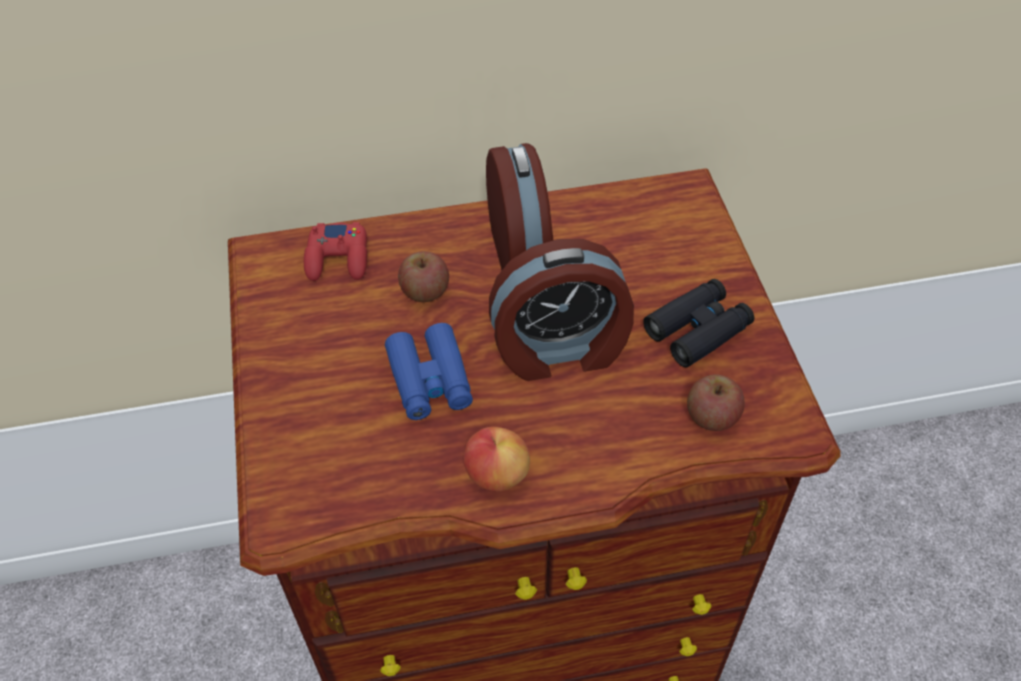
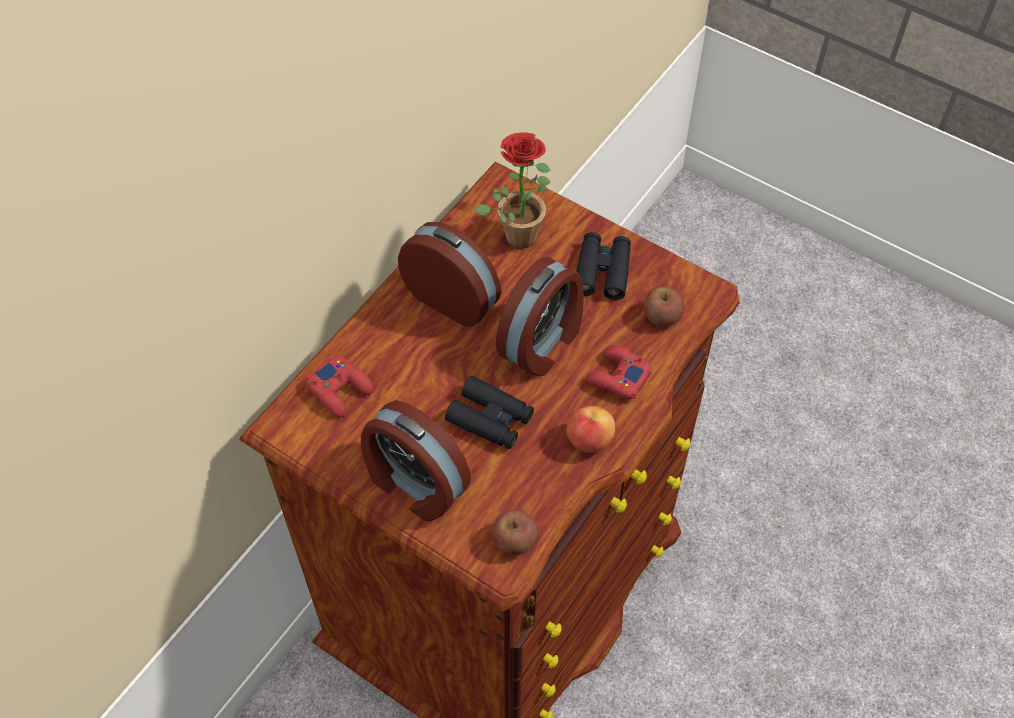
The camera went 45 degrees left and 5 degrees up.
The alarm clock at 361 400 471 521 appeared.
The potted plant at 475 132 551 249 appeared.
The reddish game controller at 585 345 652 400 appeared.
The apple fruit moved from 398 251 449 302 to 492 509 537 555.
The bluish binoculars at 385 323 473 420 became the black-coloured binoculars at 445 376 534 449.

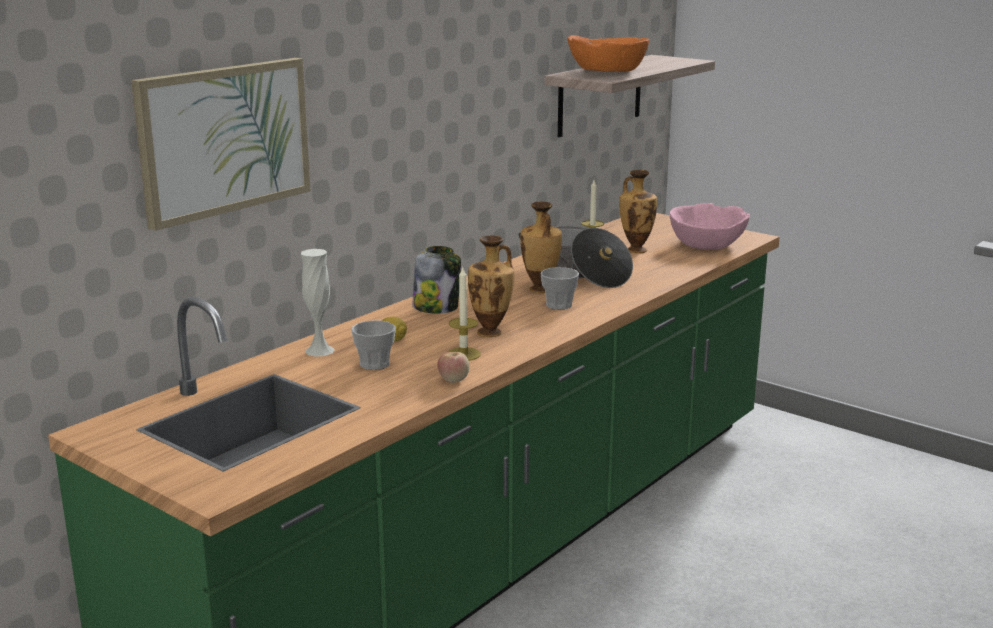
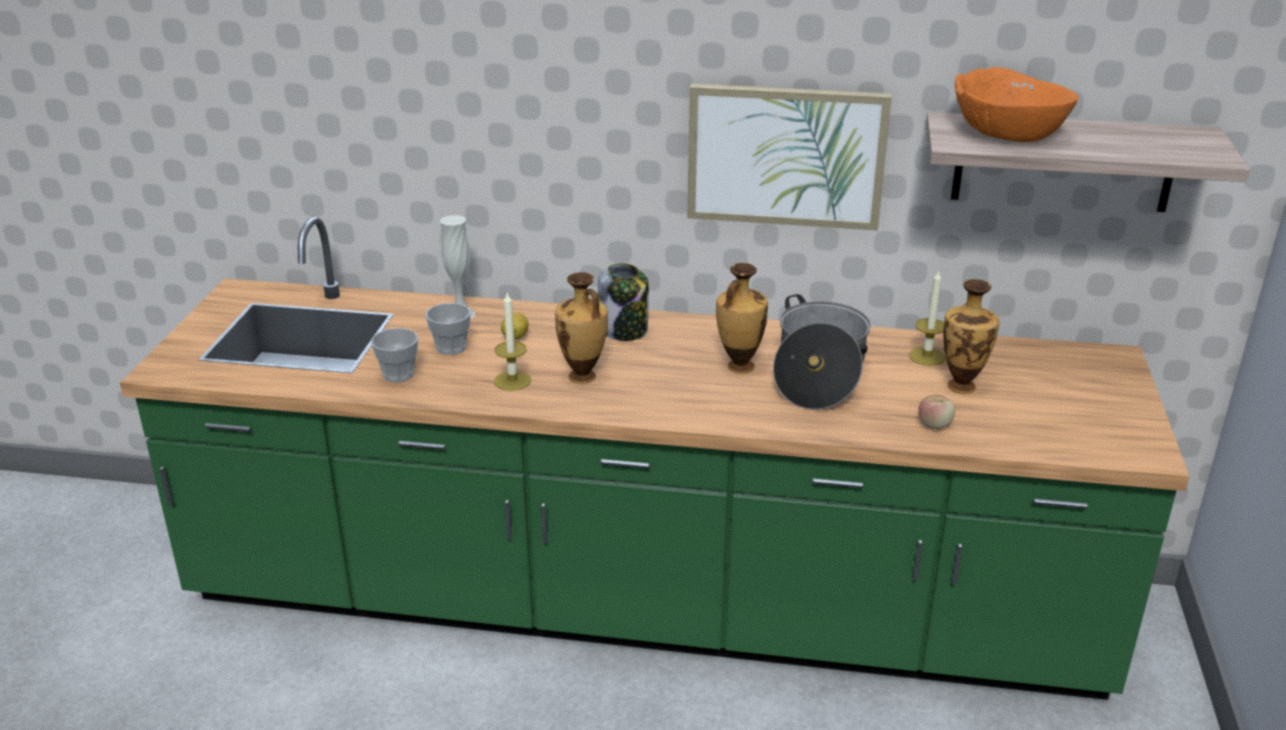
The camera went 60 degrees right and 10 degrees up.
The pink-coloured serving bowl at 670 203 750 250 disappeared.
The picture moved from 131 58 311 231 to 687 84 892 230.
The apple fruit moved from 437 352 470 383 to 918 395 955 429.
The cup moved from 541 267 579 310 to 371 328 418 382.

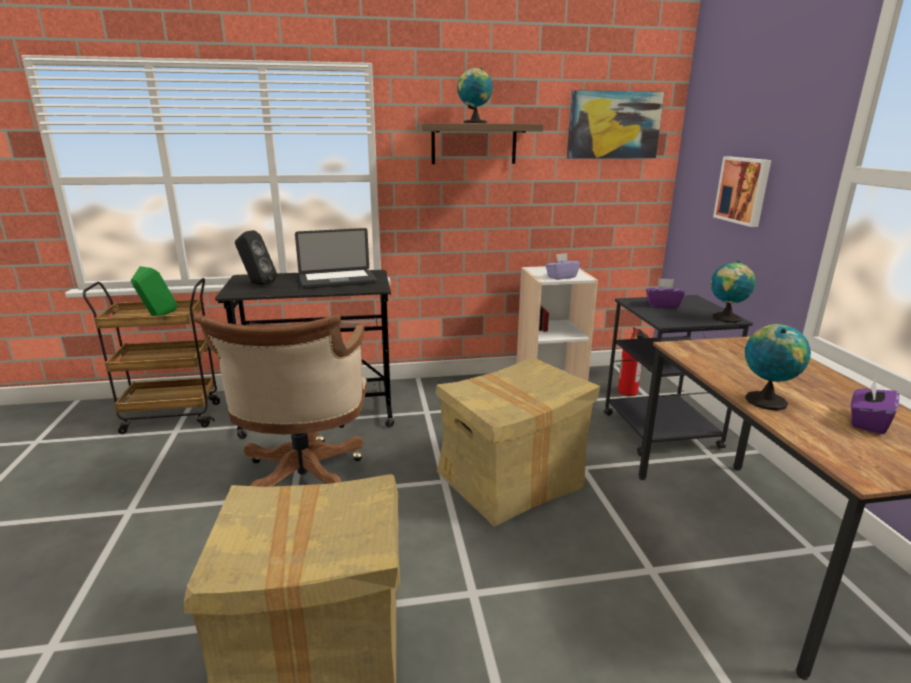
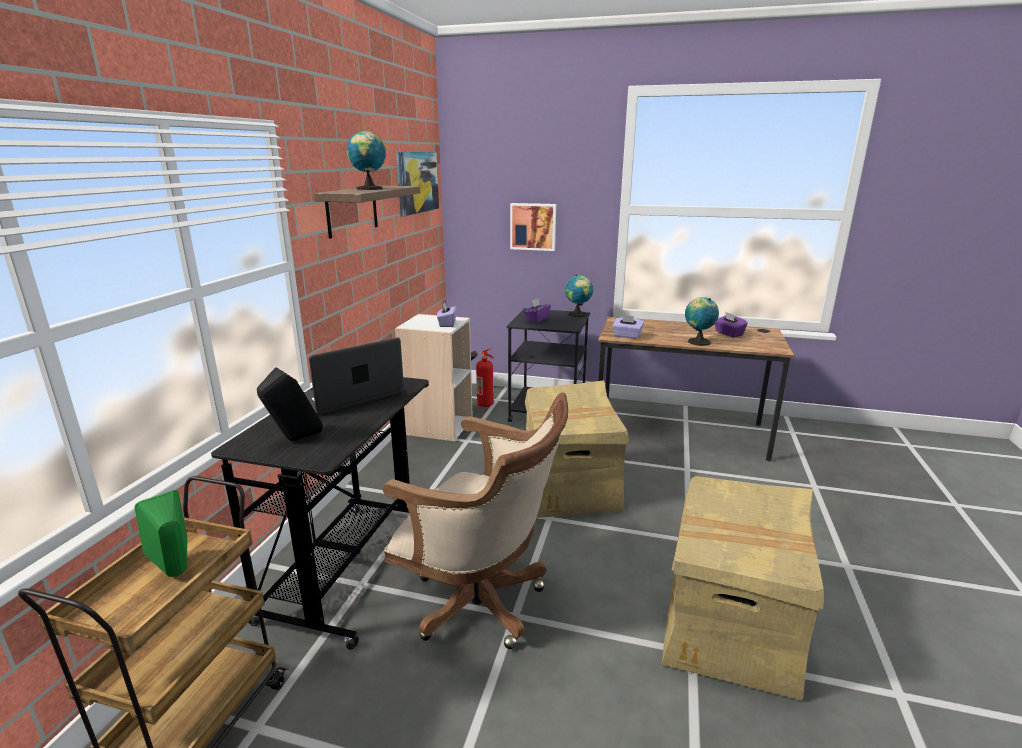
The camera went 65 degrees left and 0 degrees up.
The purple-coloured tissue holder at 612 315 644 339 appeared.
The portable computer at 295 228 377 289 turned 135 degrees counterclockwise.

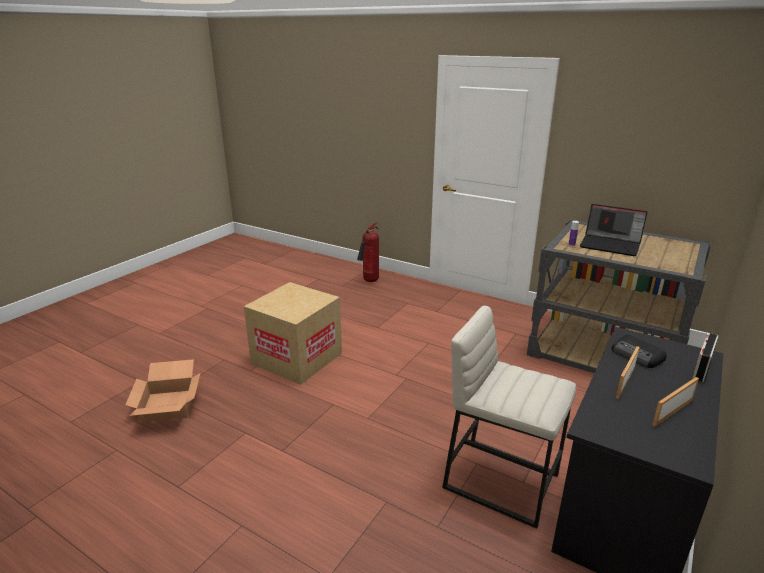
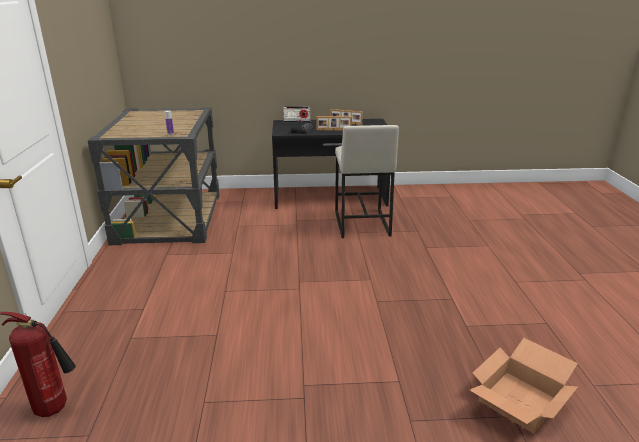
The camera went 125 degrees left and 0 degrees up.
The packing box at 244 282 342 385 disappeared.
The portable computer at 580 204 648 256 disappeared.

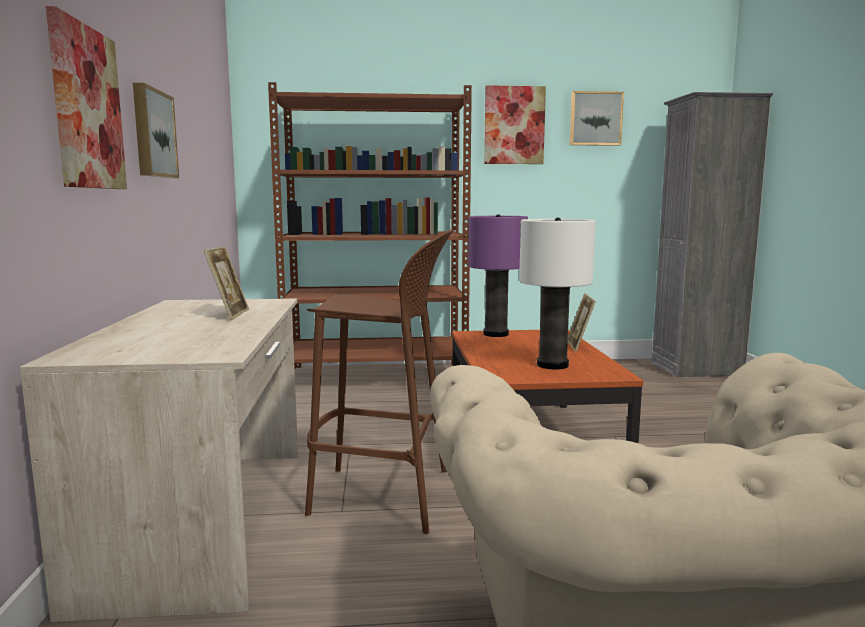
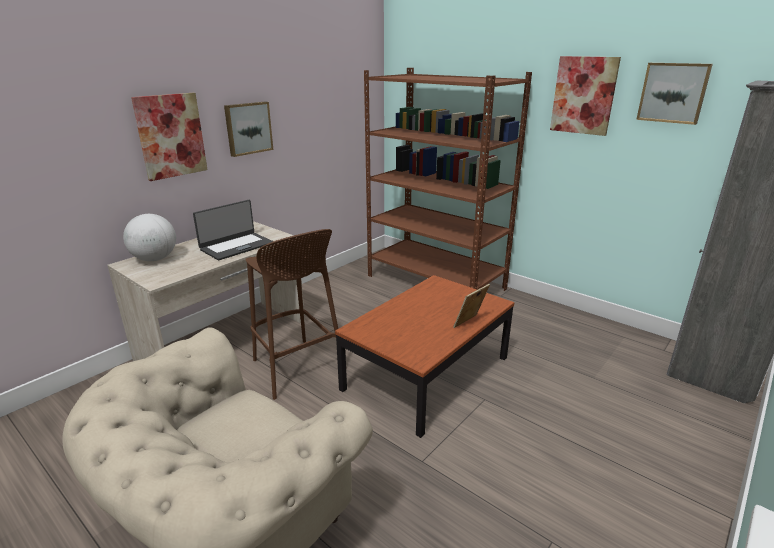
The camera went 45 degrees right and 15 degrees up.
The purple-coloured lamp for a table at 468 214 528 337 disappeared.
The white lamp for a table at 519 218 596 369 disappeared.
The globe at 123 214 176 261 appeared.
The picture frame at 204 246 249 320 was replaced by the portable computer at 193 200 273 260.

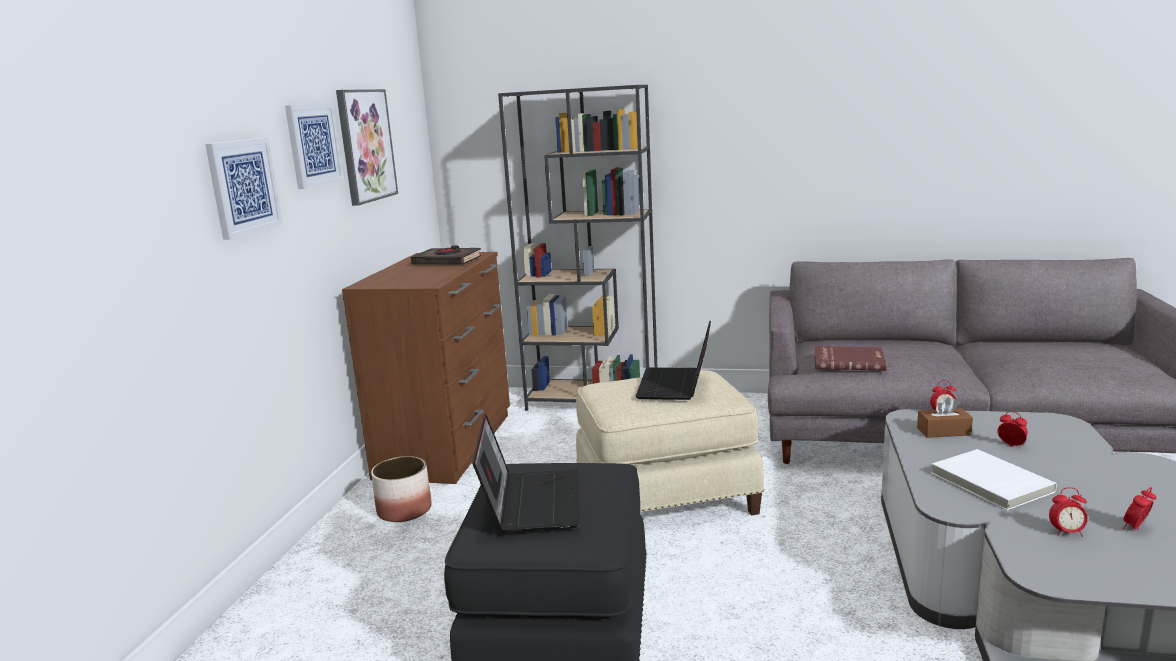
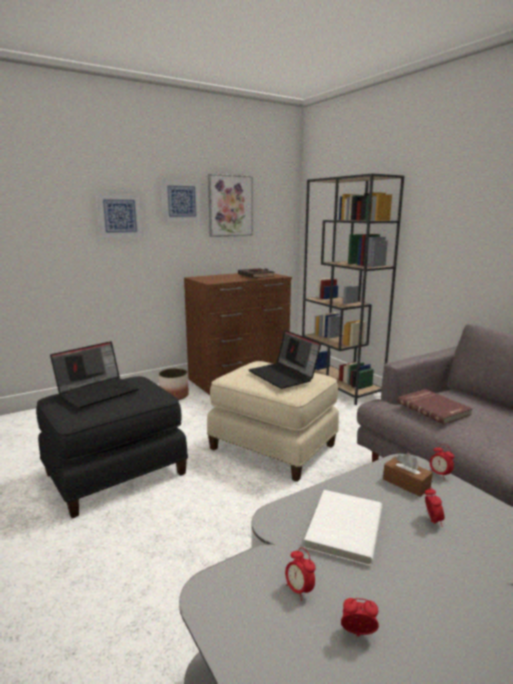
The camera went 45 degrees right and 0 degrees up.
The portable computer at 635 321 711 400 turned 90 degrees counterclockwise.

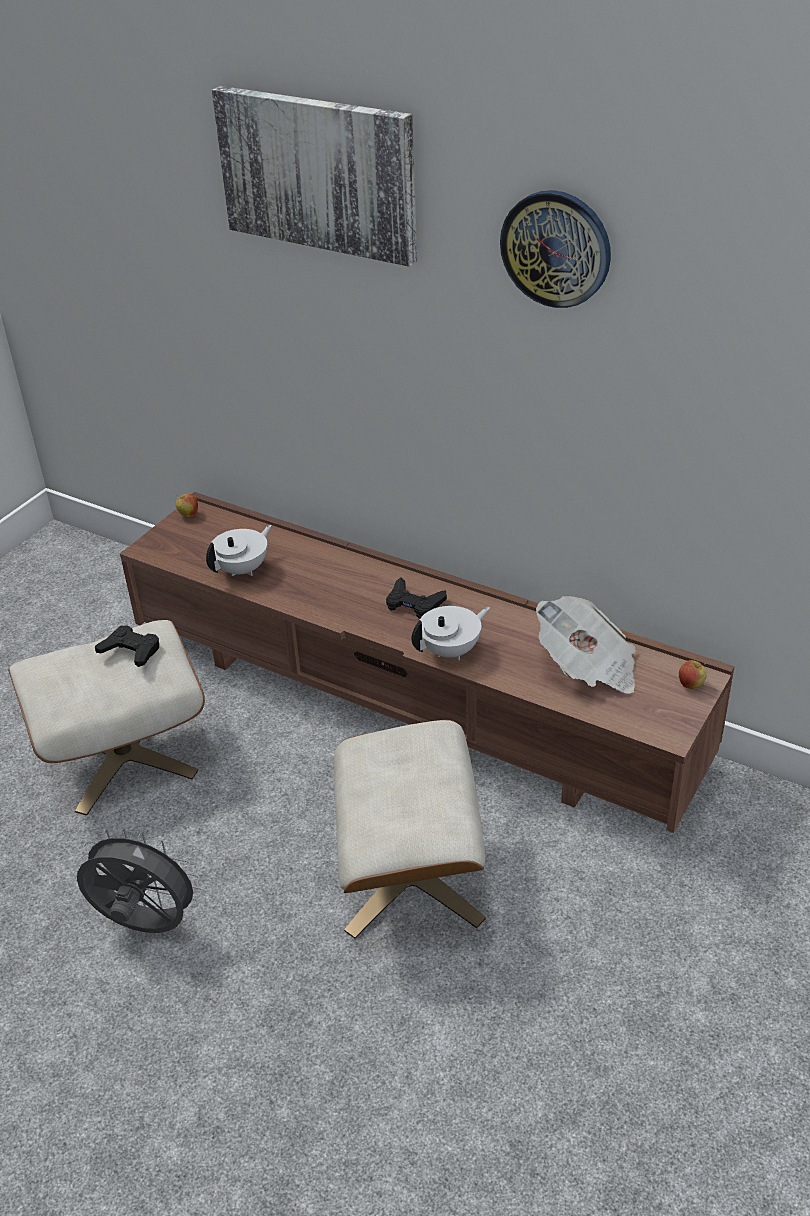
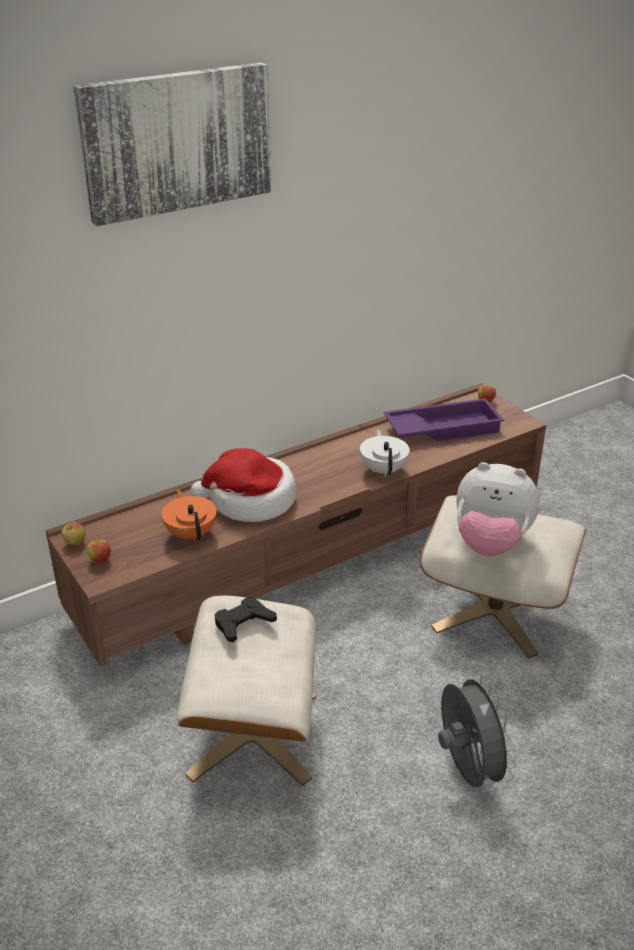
The camera went 65 degrees left and 5 degrees down.
The black-coloured game controller at 386 578 447 619 disappeared.
The hanging clock at 500 190 611 308 disappeared.
The apple fruit at 87 537 111 564 appeared.
The hat at 190 448 297 522 appeared.
The soft toy at 457 462 539 556 appeared.
The newspaper at 536 596 636 694 was replaced by the purple-coloured tray at 384 398 504 441.
The white teapot at 206 525 272 577 became the orangey teapot at 161 489 217 542.
The greyish electric fan at 77 828 203 933 turned 120 degrees clockwise.

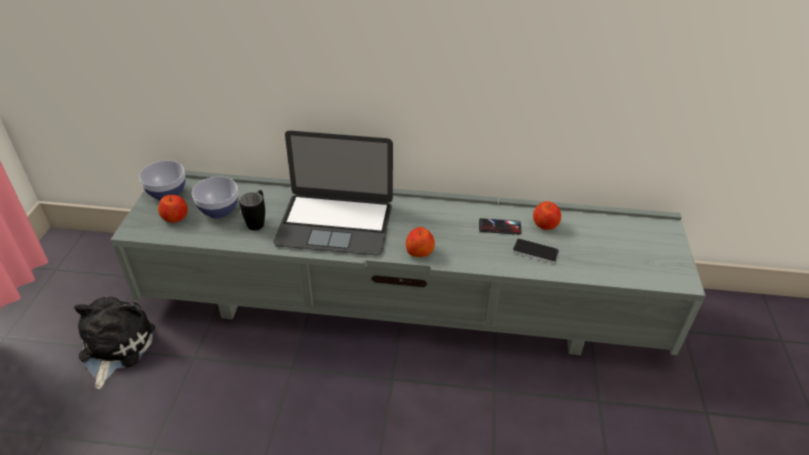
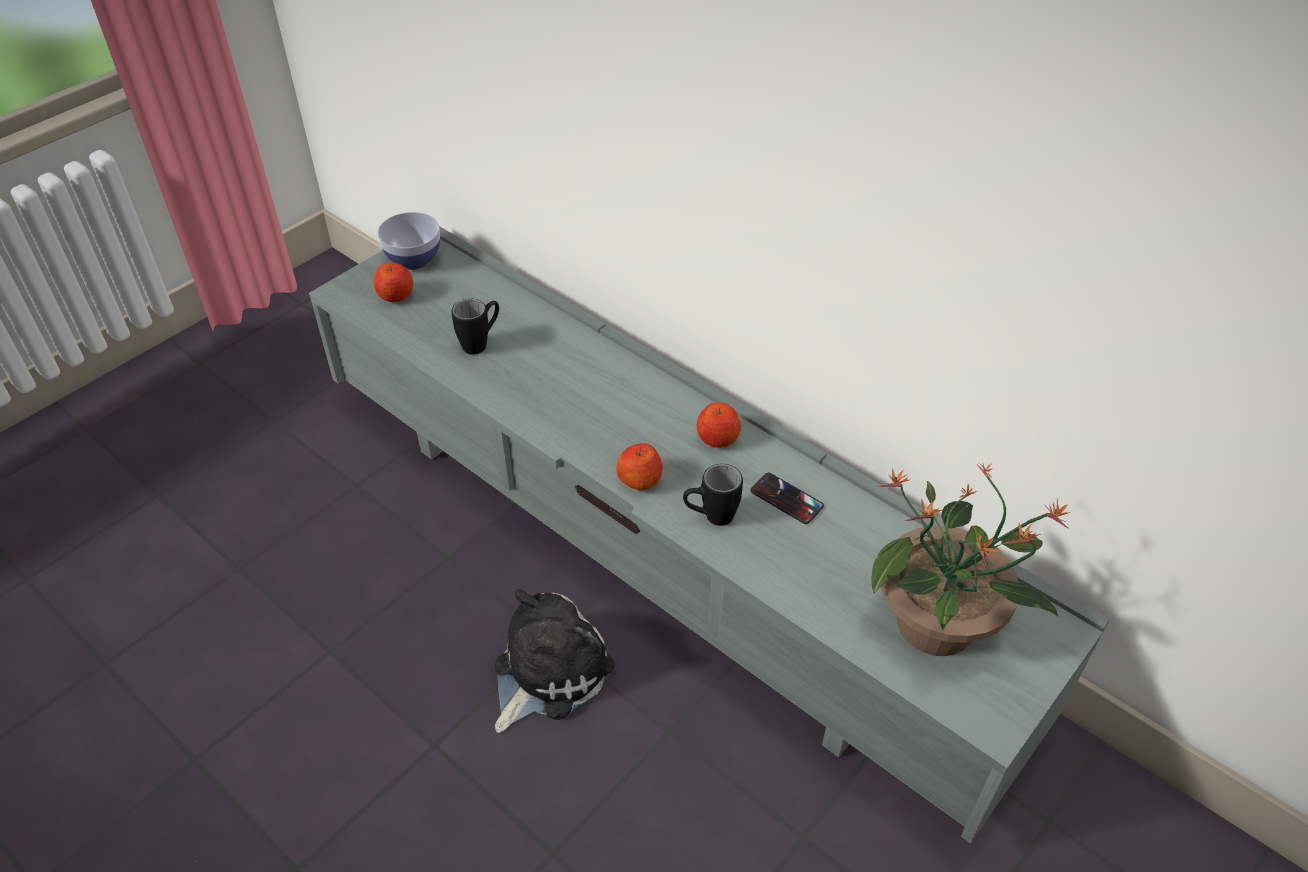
The camera went 35 degrees right and 5 degrees up.
The serving bowl at 192 177 238 218 disappeared.
The portable computer at 273 131 393 255 disappeared.
The handset at 512 238 559 263 disappeared.
The black-coloured coffee mug at 683 464 743 526 appeared.
The potted plant at 871 464 1071 656 appeared.
The soft toy moved from 74 296 155 389 to 495 589 615 733.
The apple fruit moved from 533 201 561 230 to 697 402 741 448.

